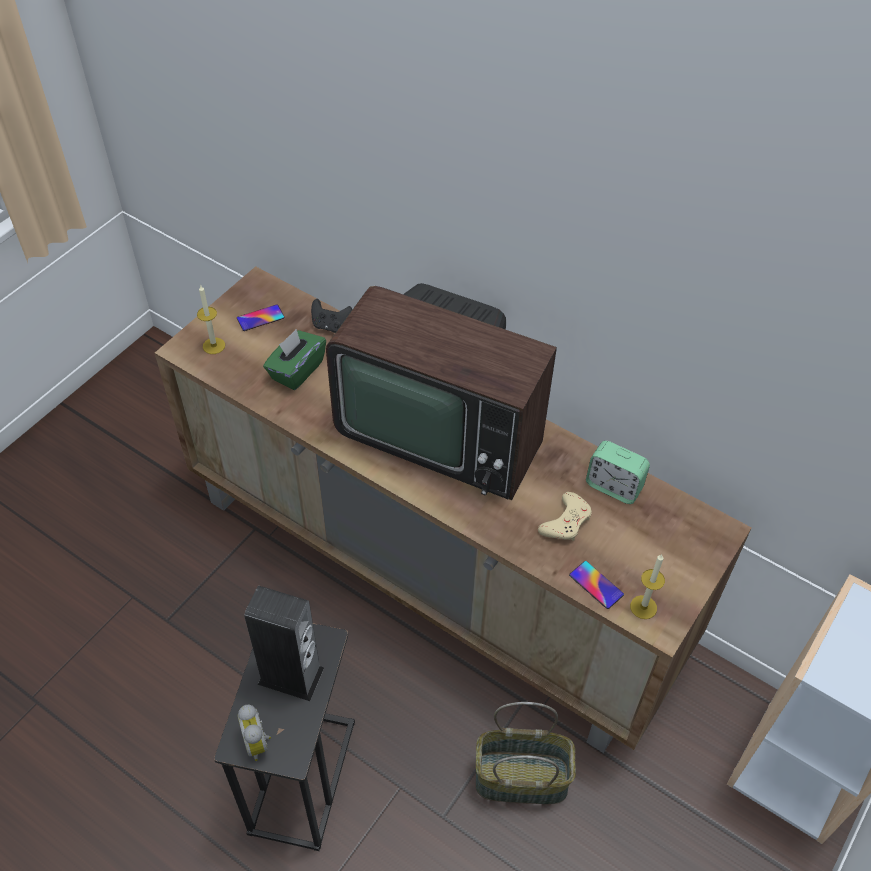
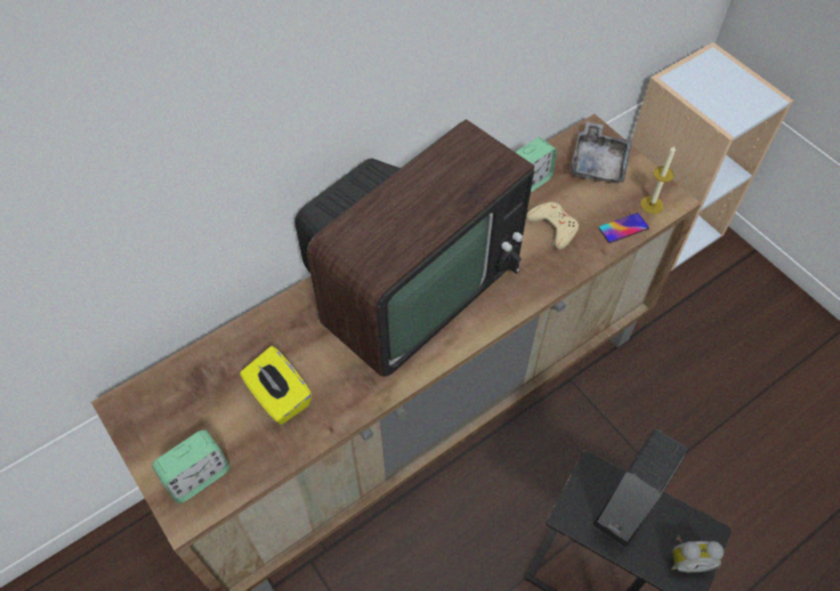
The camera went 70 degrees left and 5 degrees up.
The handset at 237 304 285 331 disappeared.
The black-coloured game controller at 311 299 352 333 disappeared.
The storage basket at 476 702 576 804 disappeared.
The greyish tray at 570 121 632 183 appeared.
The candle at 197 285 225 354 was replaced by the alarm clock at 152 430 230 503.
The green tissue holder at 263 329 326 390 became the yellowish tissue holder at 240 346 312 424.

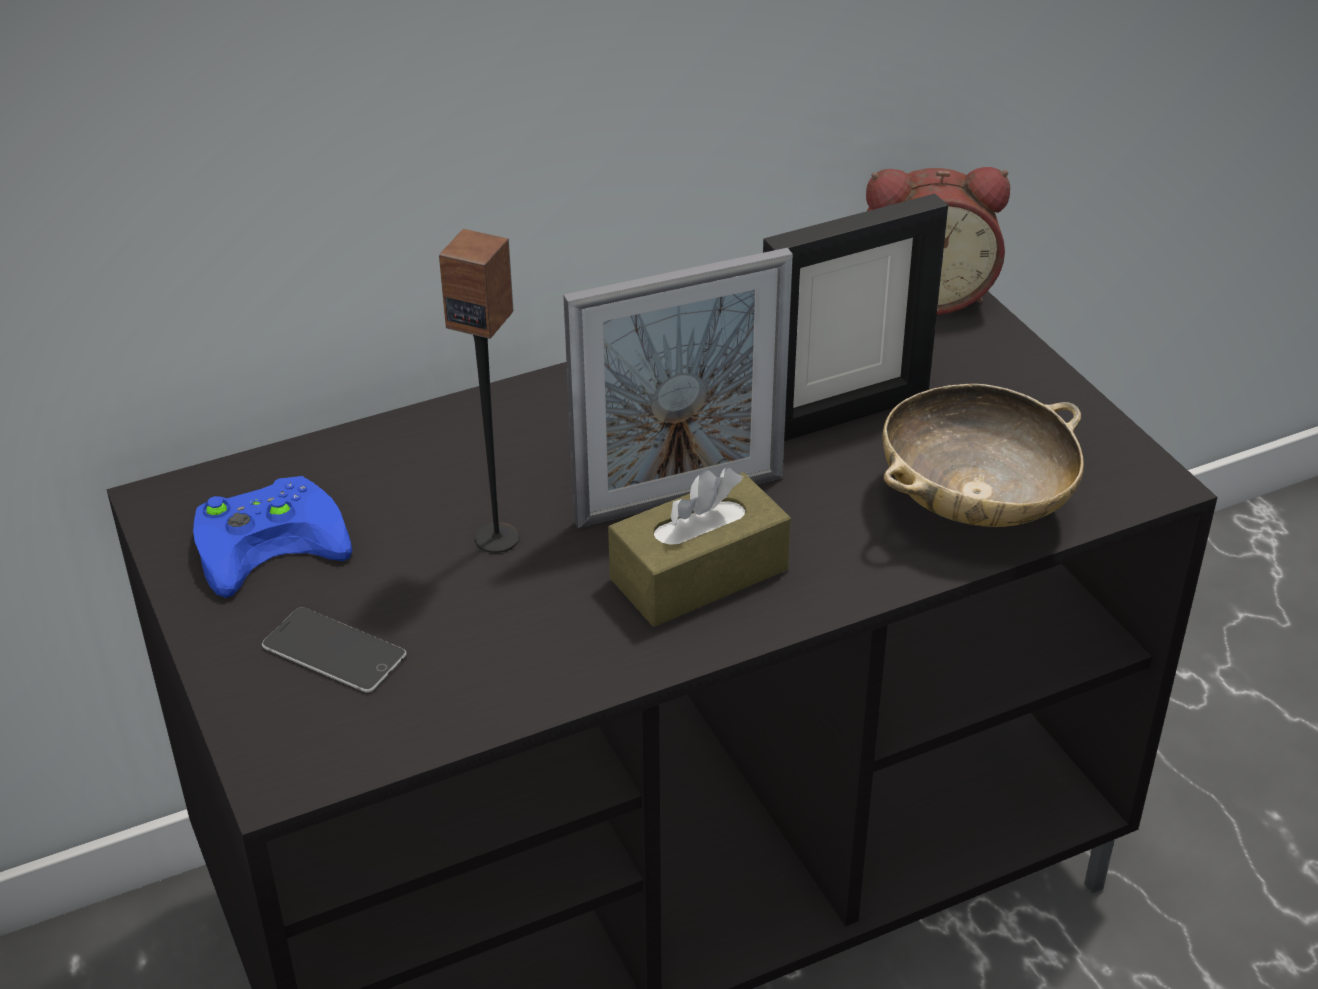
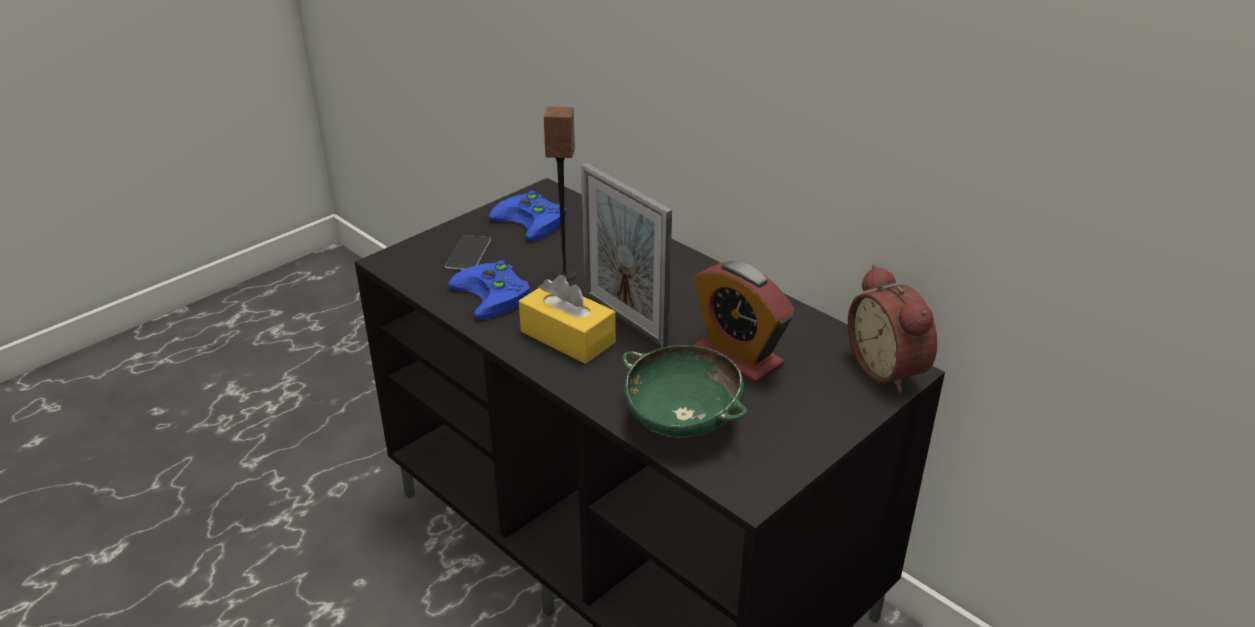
The camera went 70 degrees right and 5 degrees down.
The bluish game controller at 448 260 530 320 appeared.
The picture frame at 763 193 948 441 was replaced by the alarm clock at 694 261 794 384.
The brownish tissue holder at 608 467 791 627 became the yellowish tissue holder at 519 275 616 364.
The beige-coloured serving bowl at 882 384 1084 527 became the green serving bowl at 622 345 747 438.

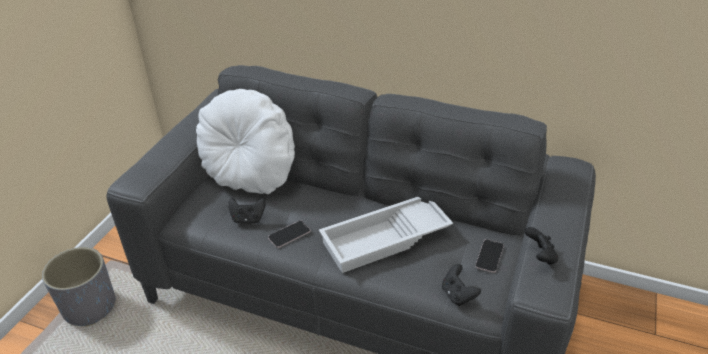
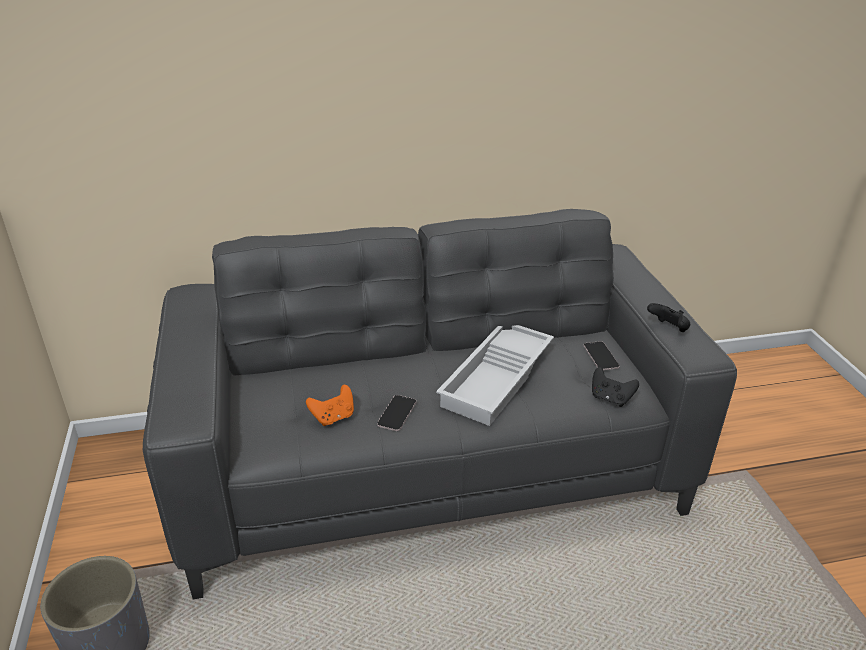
The camera went 35 degrees left and 5 degrees down.
The white cushion at 196 89 295 194 disappeared.
The black-coloured game controller at 228 198 266 223 became the orangey game controller at 306 385 354 426.

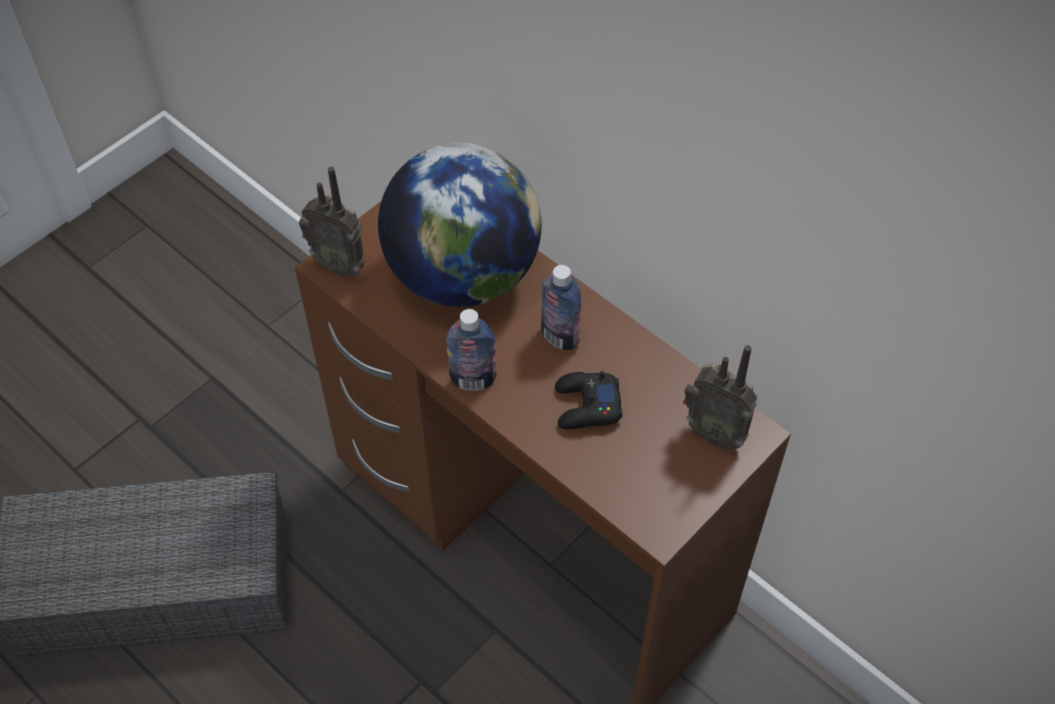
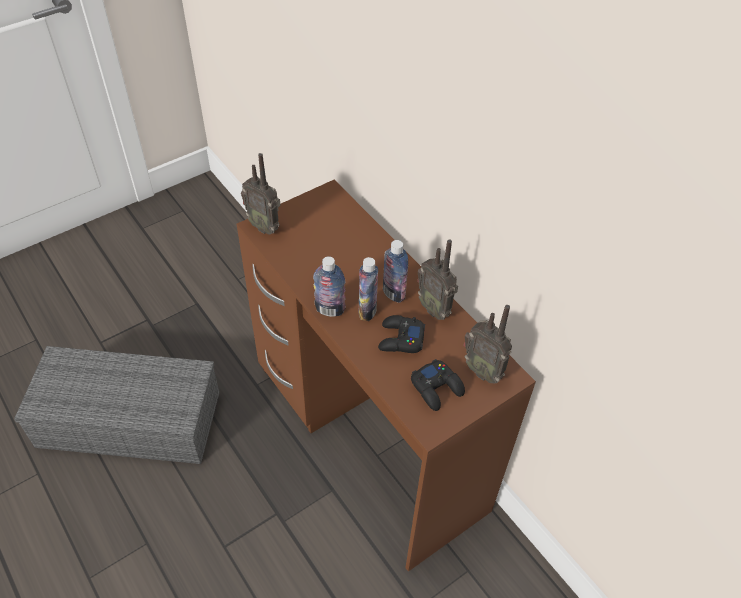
The camera went 10 degrees right and 5 degrees down.
The globe at 378 143 542 307 disappeared.
The beverage bottle at 359 257 378 321 appeared.
The black-coloured game controller at 411 359 465 411 appeared.
The radio at 417 240 458 320 appeared.

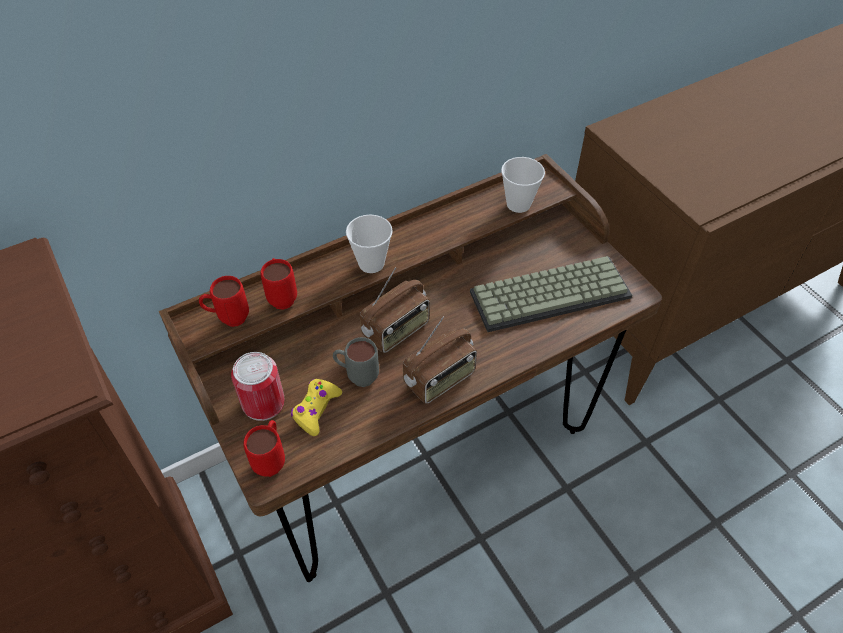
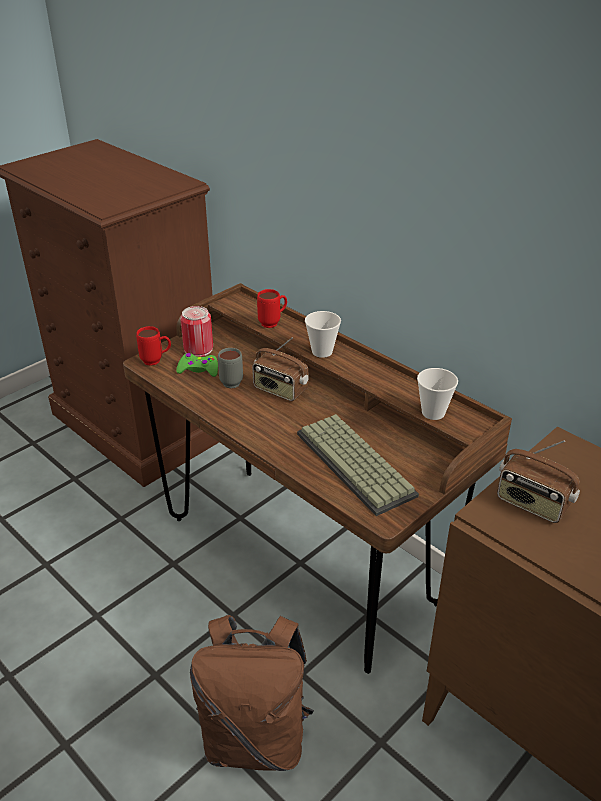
The camera went 75 degrees right and 15 degrees down.
The reddish coffee mug at 199 276 249 327 disappeared.
The brownish knapsack at 190 615 314 771 appeared.
The radio moved from 403 316 477 404 to 497 440 580 523.
The yellowish game controller at 291 379 342 436 became the green game controller at 176 353 218 377.

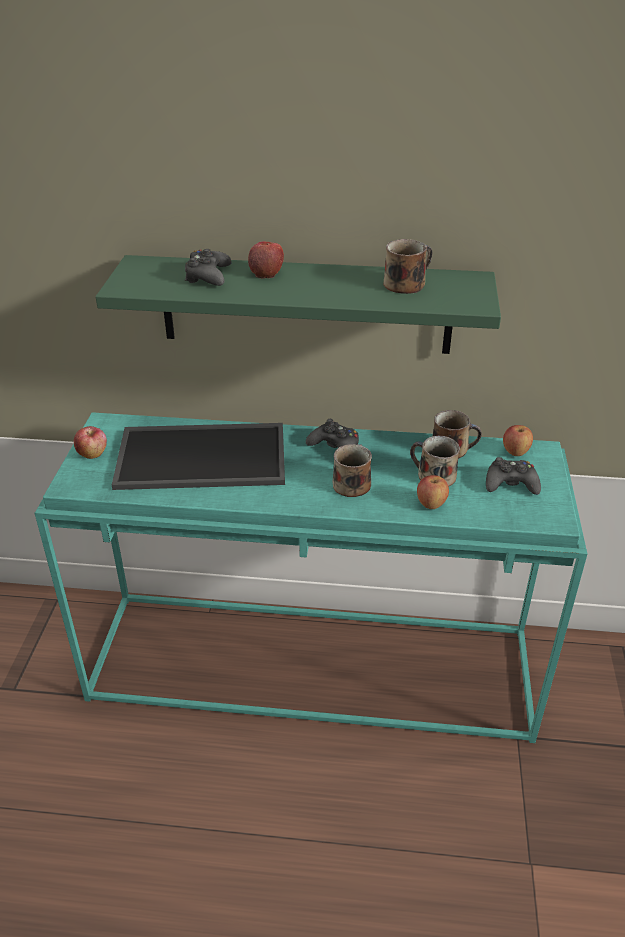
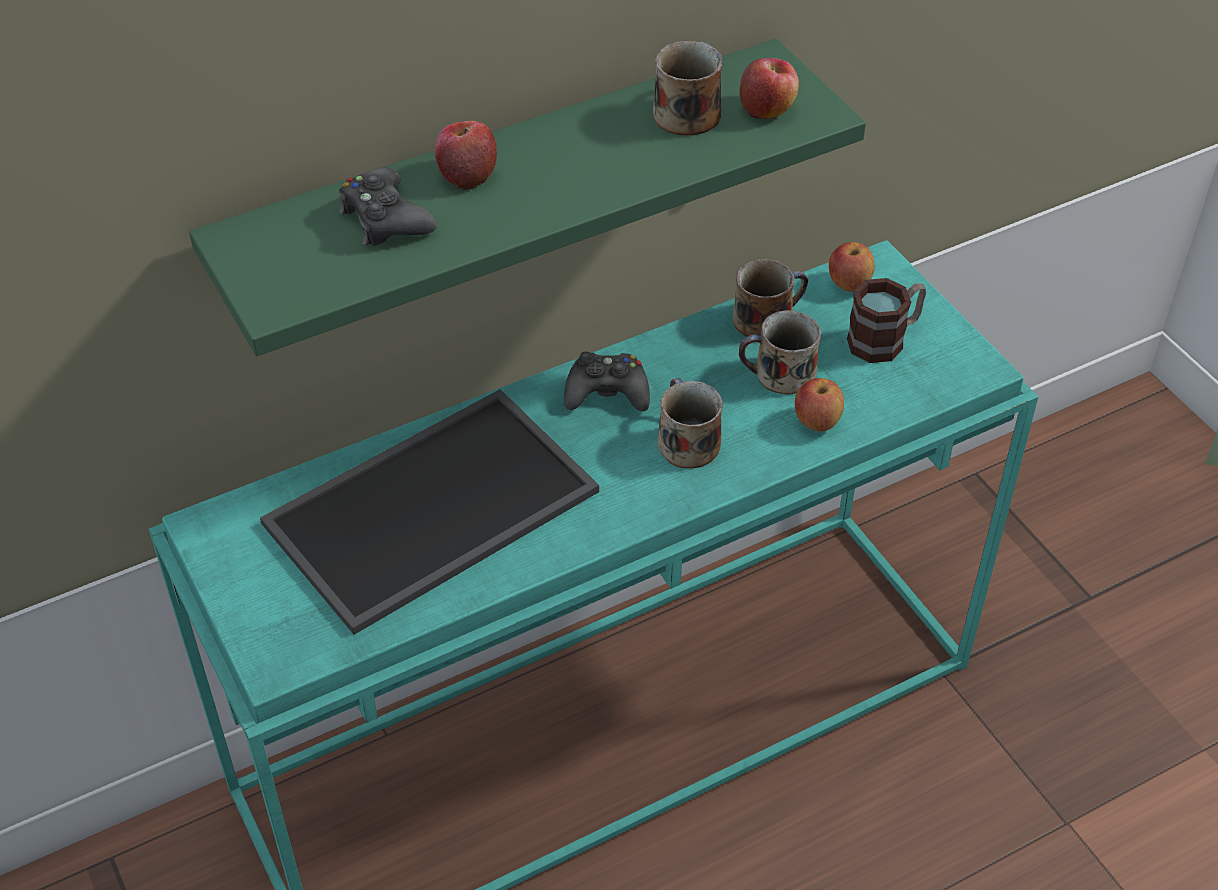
The camera went 35 degrees left and 10 degrees up.
The apple fruit moved from 74 426 107 459 to 739 58 799 119.
The black-coloured game controller at 486 457 541 495 was replaced by the coffee mug at 847 278 926 363.

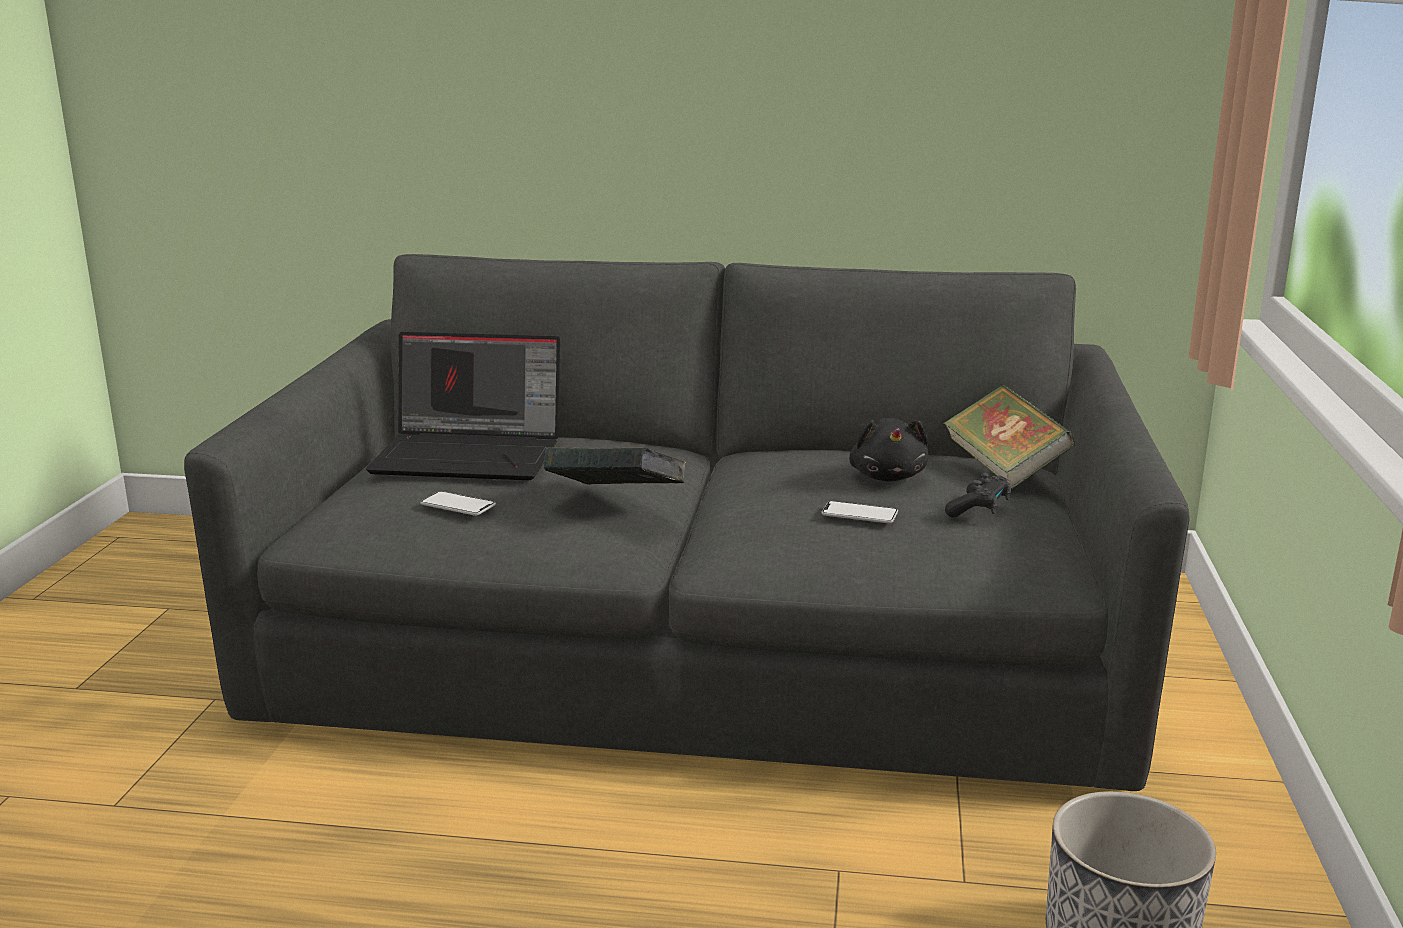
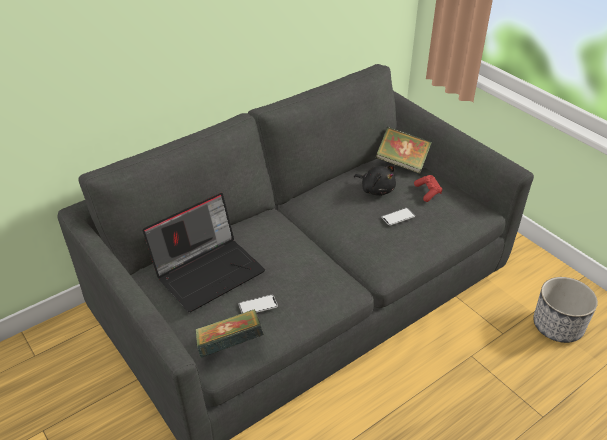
The camera went 45 degrees left and 20 degrees up.
The volume moved from 543 448 686 485 to 196 309 264 358.
The black-coloured game controller at 945 473 1011 518 became the reddish game controller at 414 175 442 202.

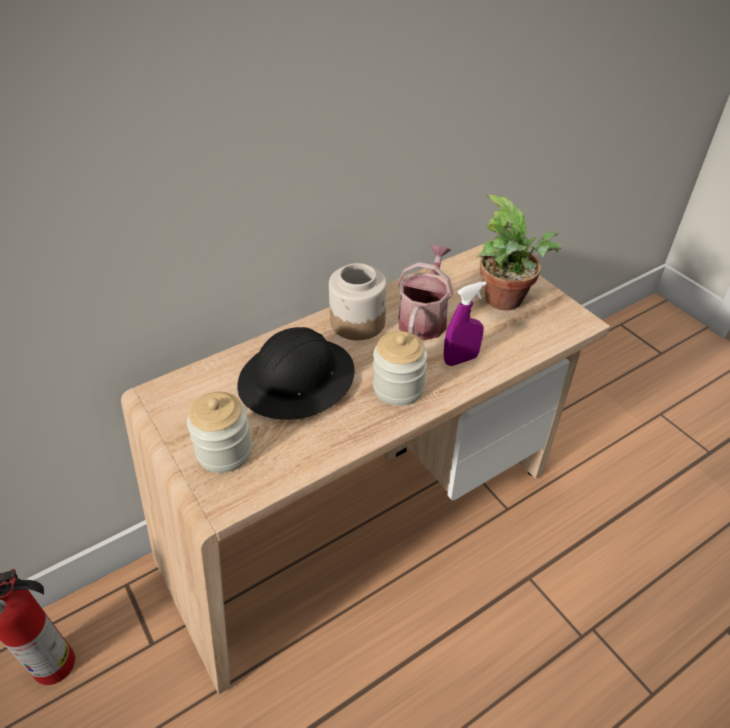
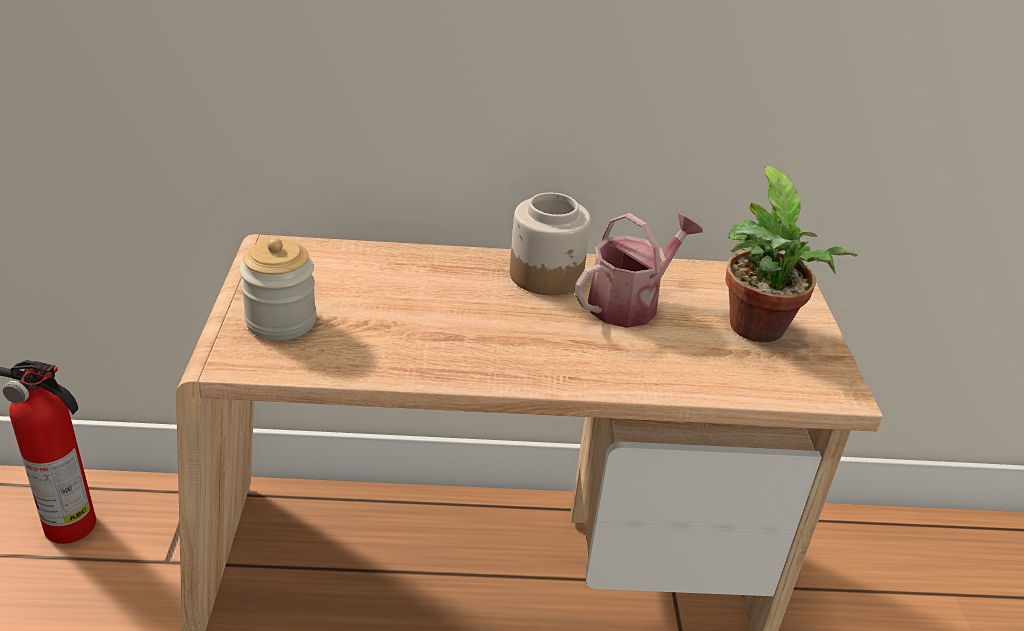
The camera went 30 degrees right and 10 degrees down.
The black-coloured safety helmet at 238 327 354 420 disappeared.
The preserve jar at 373 331 428 406 disappeared.
The purple-coloured spray bottle at 444 281 487 366 disappeared.

